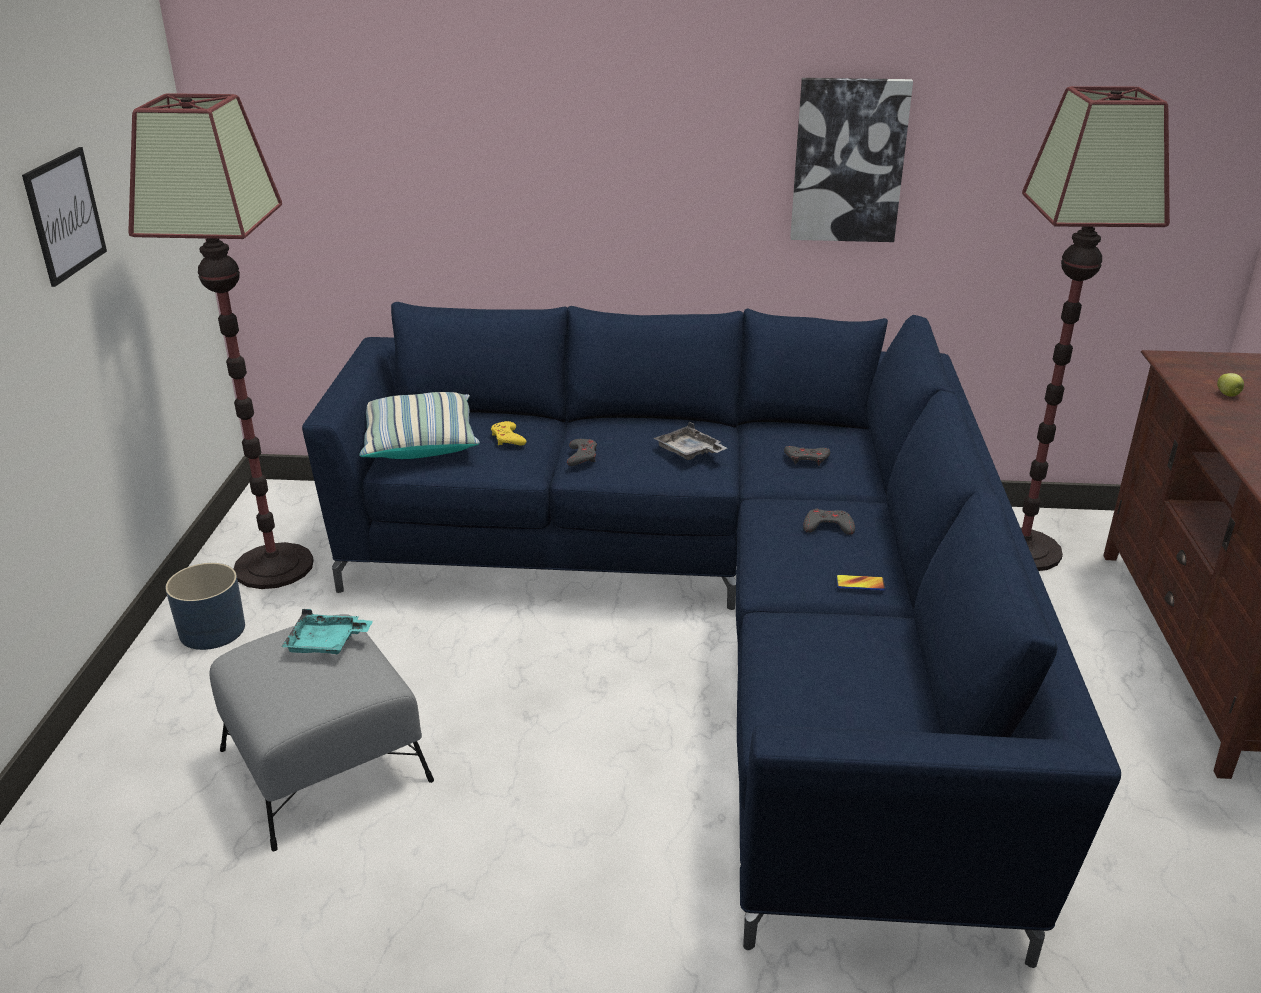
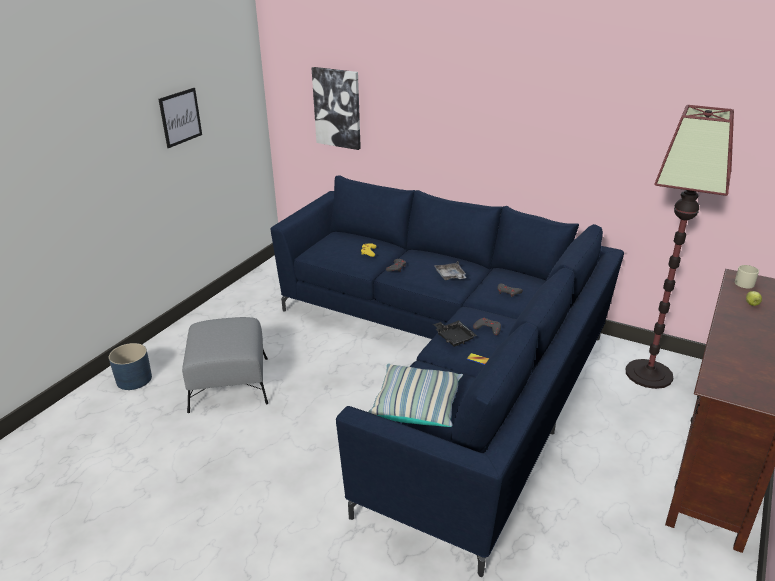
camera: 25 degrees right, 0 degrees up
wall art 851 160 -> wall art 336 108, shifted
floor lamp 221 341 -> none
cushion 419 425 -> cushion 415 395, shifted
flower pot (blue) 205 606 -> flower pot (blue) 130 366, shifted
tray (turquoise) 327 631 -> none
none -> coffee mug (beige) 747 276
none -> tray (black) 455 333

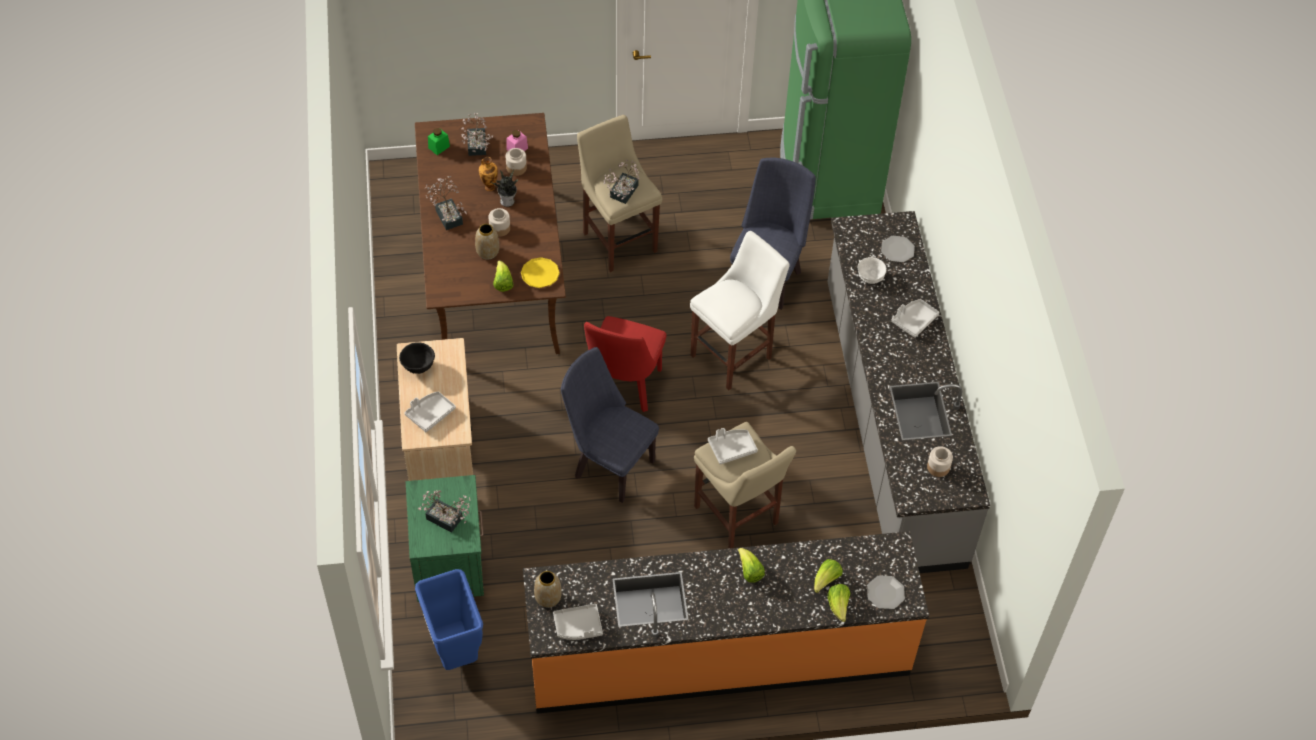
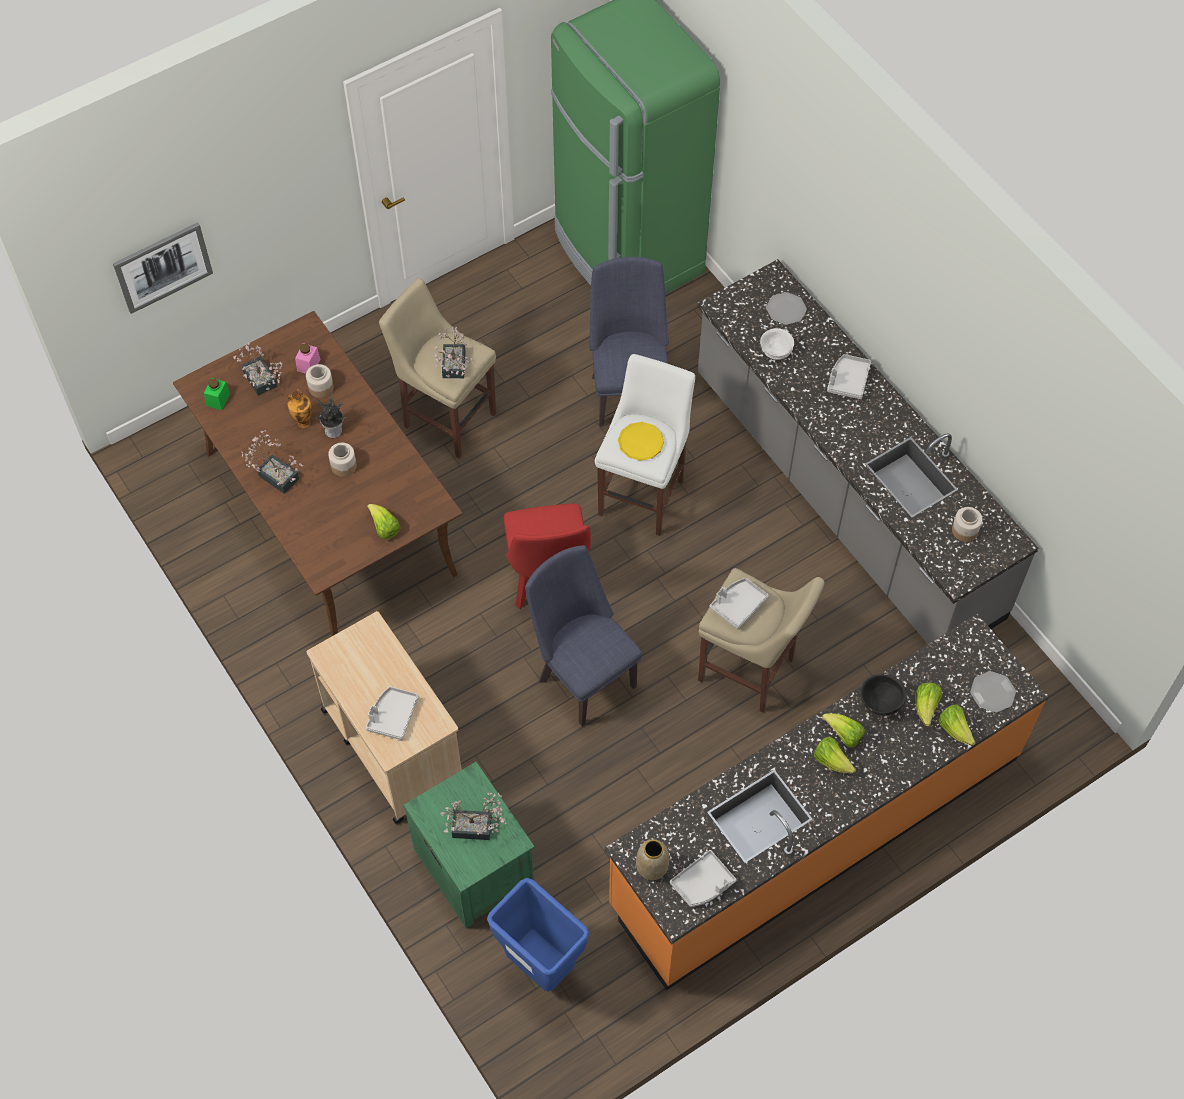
camera: 25 degrees left, 5 degrees up
decorative vase 487 242 -> none
plate (yellow-coloured) 540 272 -> plate (yellow-coloured) 641 441, shifted
serving bowl (black) 417 358 -> serving bowl (black) 883 695, shifted
plain chair (blue) 610 425 -> plain chair (blue) 583 635, 45 degrees clockwise
none -> wall art 163 268
none -> head of lettuce 835 755

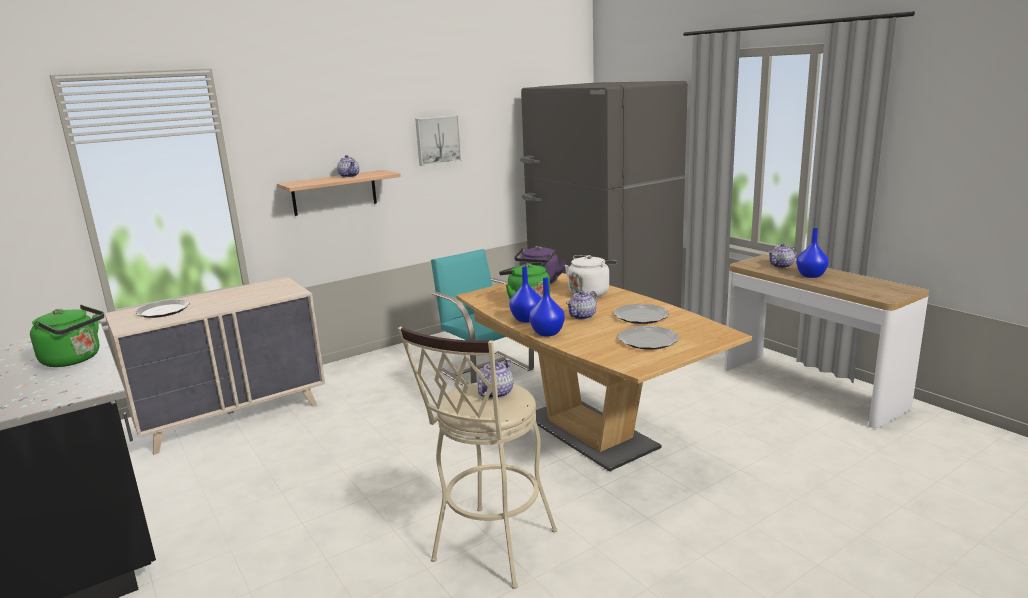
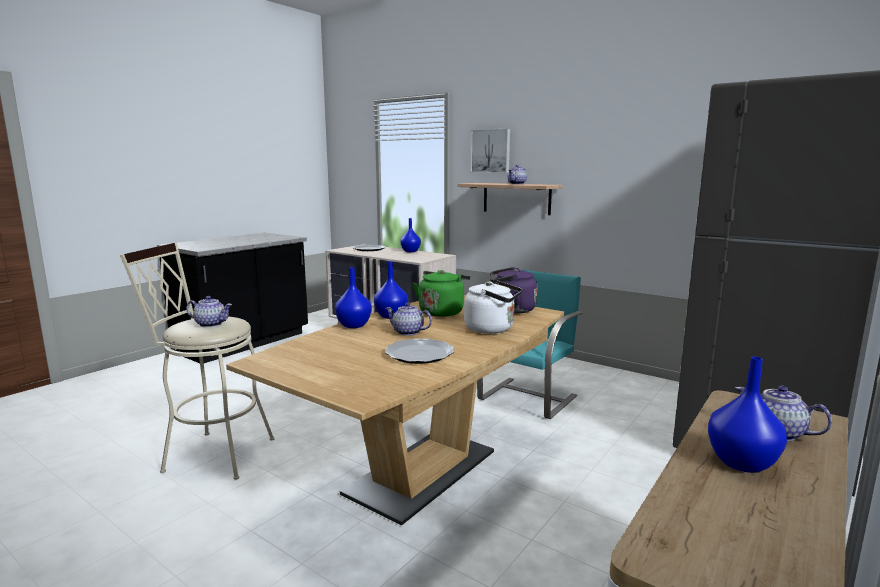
camera: 70 degrees right, 5 degrees down
wall art 438 140 -> wall art 490 150, shifted
tea kettle (green) 67 336 -> none
plate 648 338 -> none
none -> decorative vase (blue) 410 235

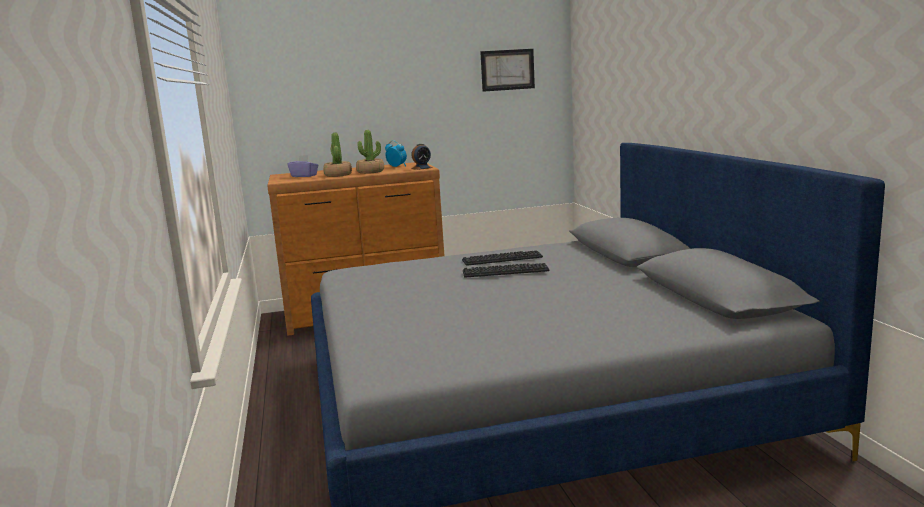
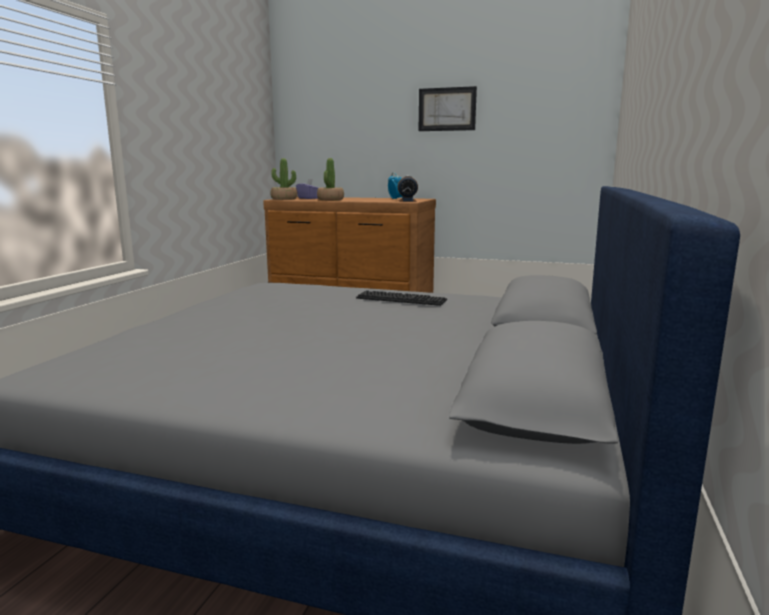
camera: 30 degrees right, 0 degrees up
wall art 507 70 -> wall art 448 108, shifted
houseplant 370 152 -> houseplant 284 179, shifted
PC keyboard 506 270 -> none

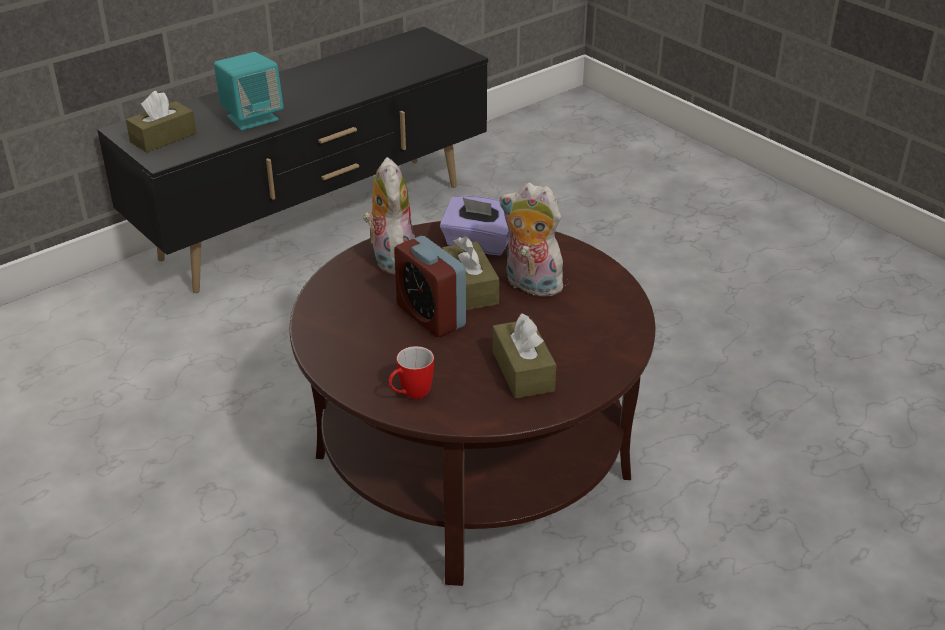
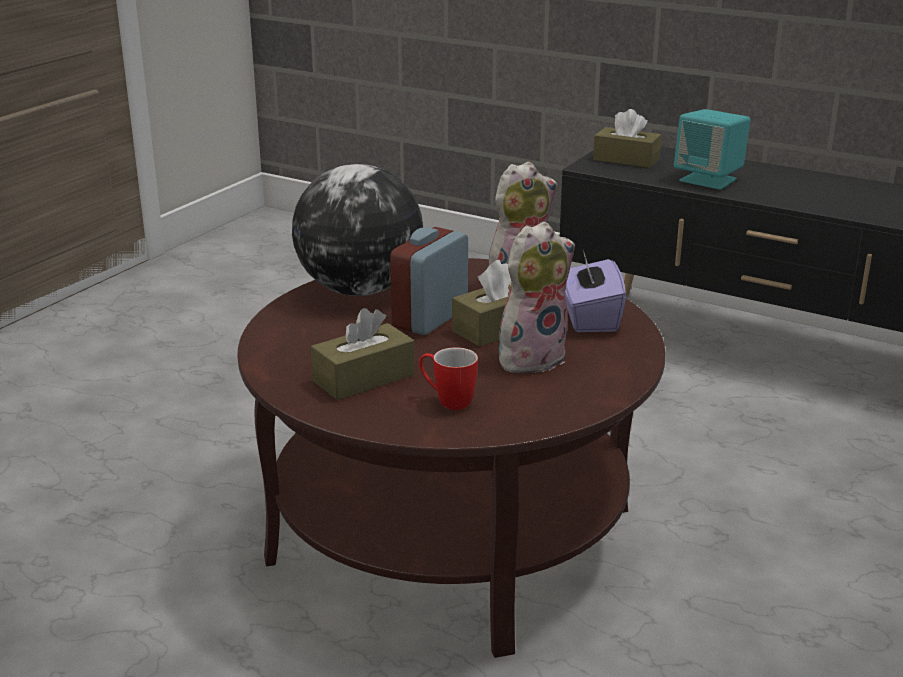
camera: 70 degrees right, 10 degrees down
cuddly toy 532 240 -> cuddly toy 537 297, 45 degrees clockwise
coffee mug 411 372 -> coffee mug 448 378, shifted
none -> world globe 357 230

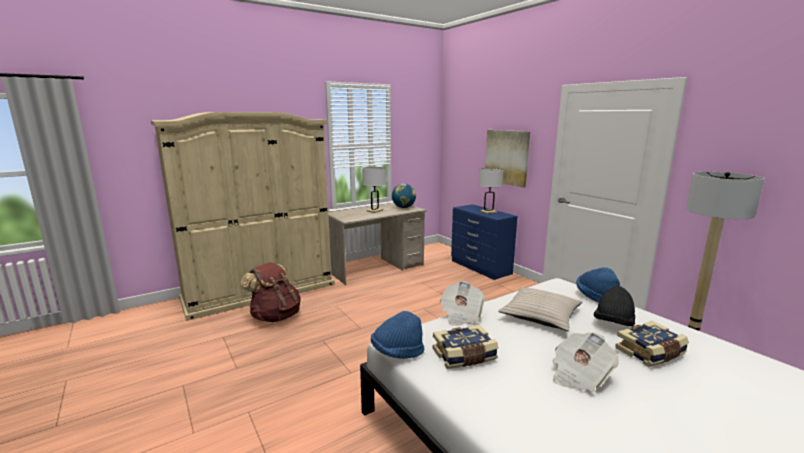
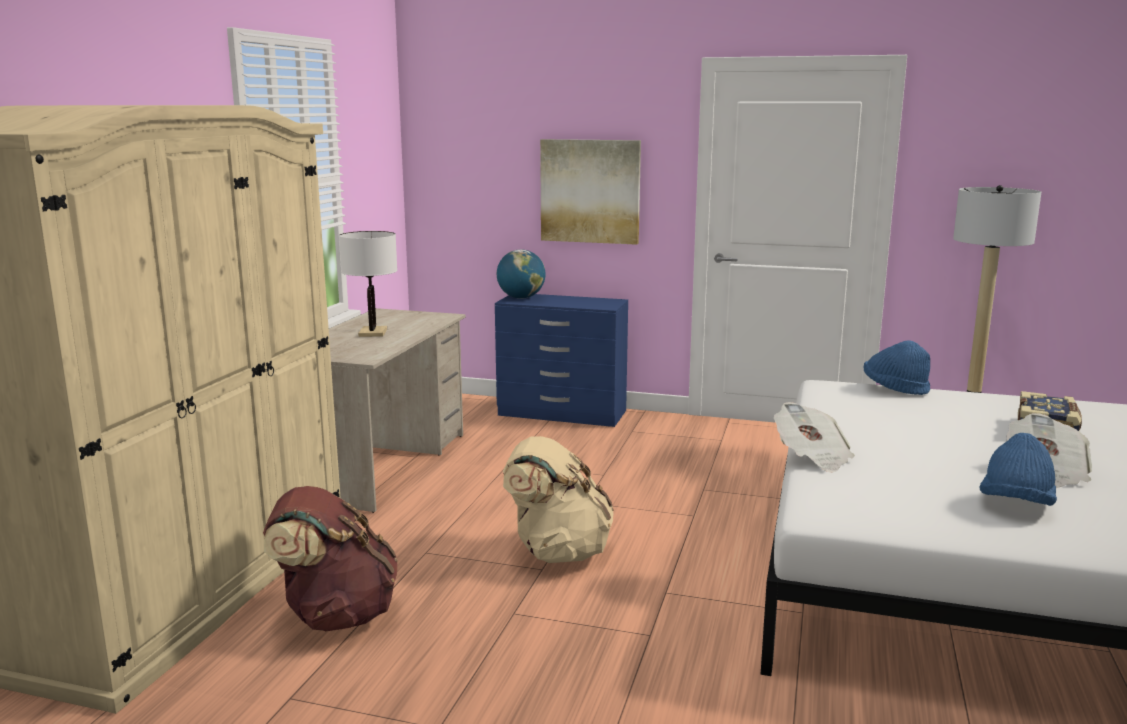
camera: 40 degrees left, 0 degrees up
table lamp (whitish) 490 191 -> none
world globe 404 196 -> world globe 521 274, shifted
clothing hat (black) 614 306 -> none
cushion (beige) 540 309 -> none
clothing hat (blue) 397 335 -> clothing hat (blue) 1018 469, shifted
bound book 465 346 -> none
none -> rucksack (beige) 558 499

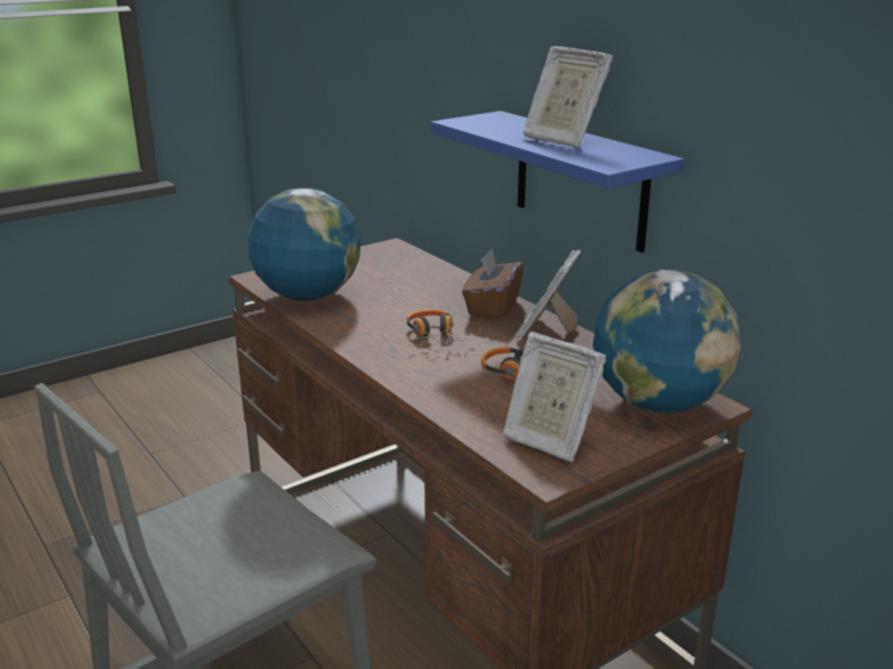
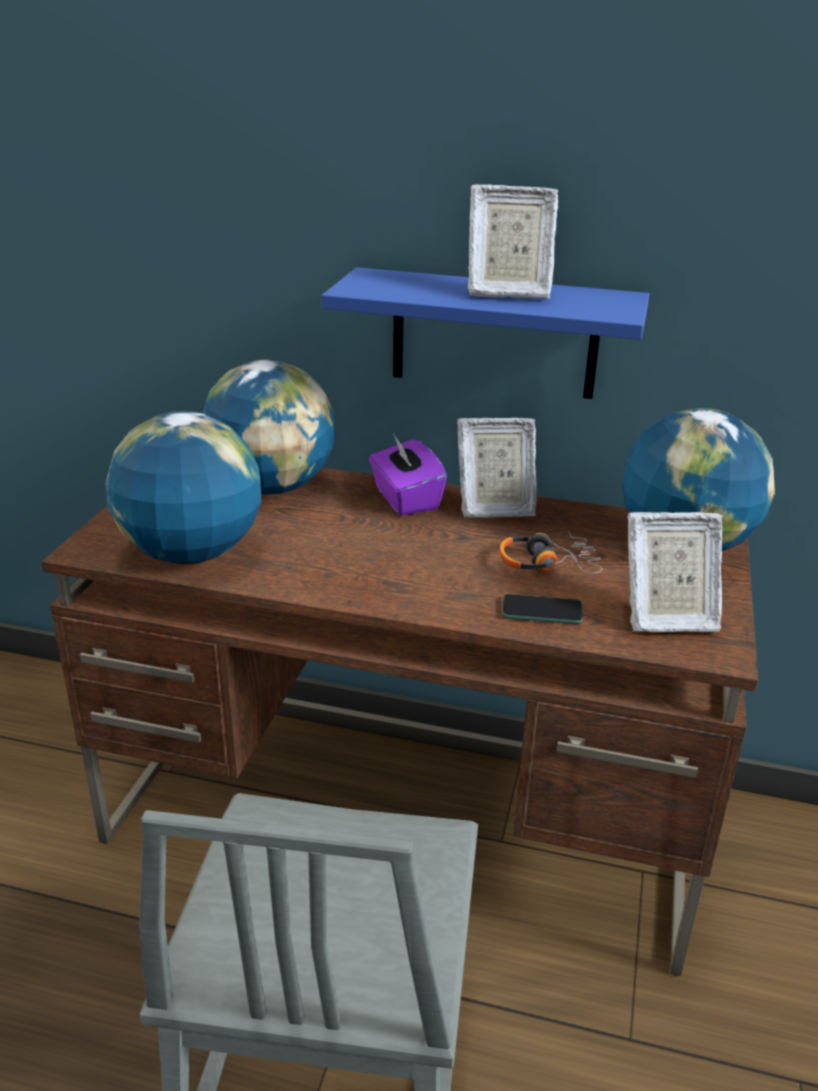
camera: 40 degrees left, 5 degrees up
tissue holder (brown) 493 284 -> tissue holder (purplish) 408 474
standing frame 548 295 -> standing frame 497 468, 75 degrees counterclockwise
headphones 440 328 -> none
none -> world globe 268 426
none -> telephone 542 609

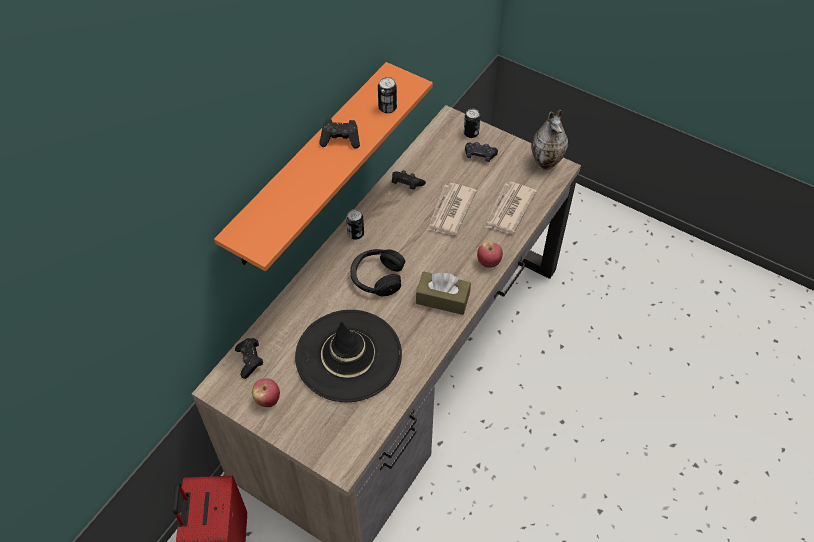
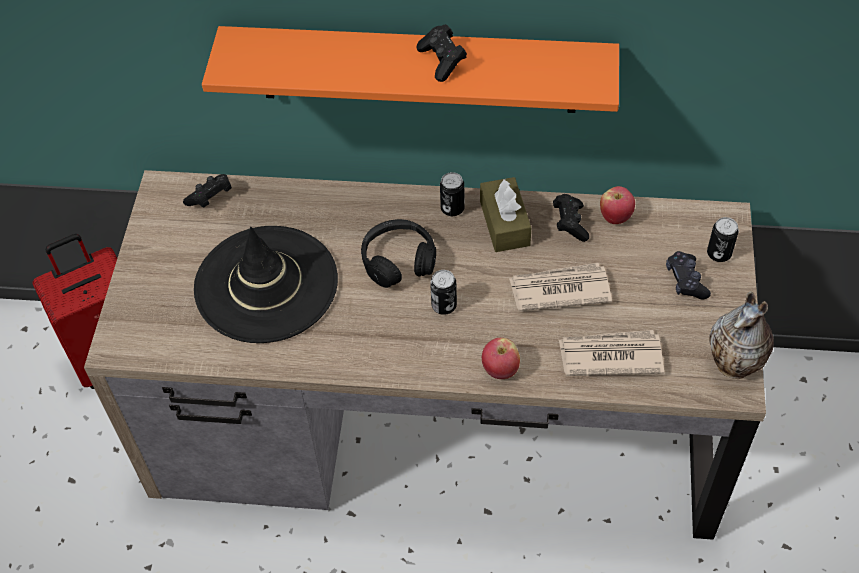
camera: 65 degrees right, 0 degrees up
metal can 387 95 -> metal can 443 292, shifted
tissue holder (brown) 443 293 -> tissue holder (brown) 505 214, shifted
apple 266 393 -> apple 617 205, shifted

